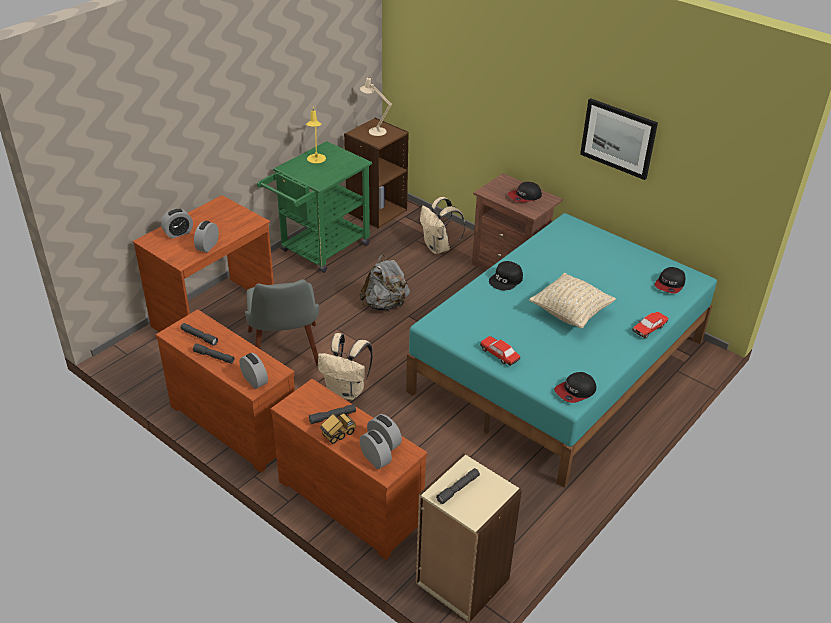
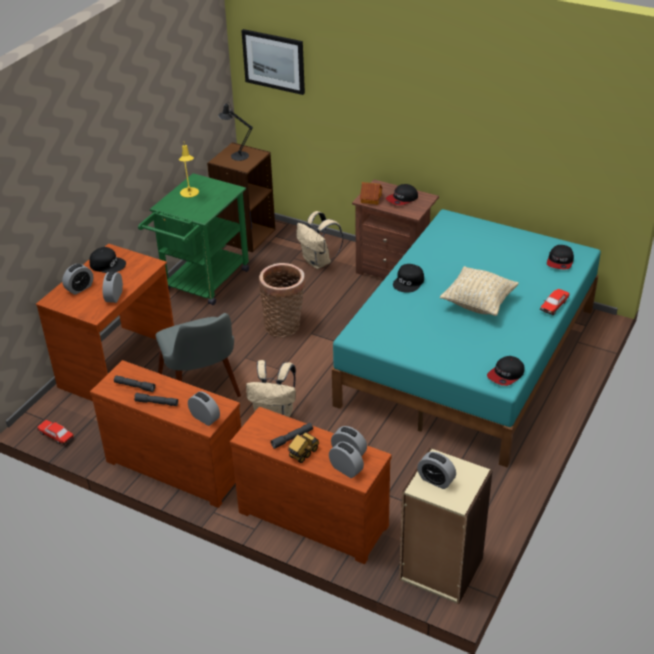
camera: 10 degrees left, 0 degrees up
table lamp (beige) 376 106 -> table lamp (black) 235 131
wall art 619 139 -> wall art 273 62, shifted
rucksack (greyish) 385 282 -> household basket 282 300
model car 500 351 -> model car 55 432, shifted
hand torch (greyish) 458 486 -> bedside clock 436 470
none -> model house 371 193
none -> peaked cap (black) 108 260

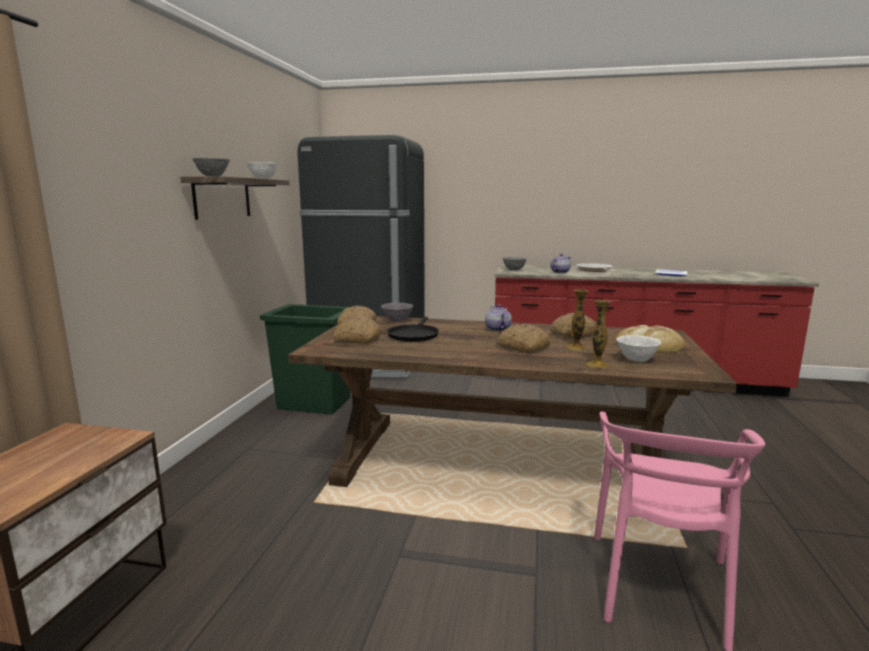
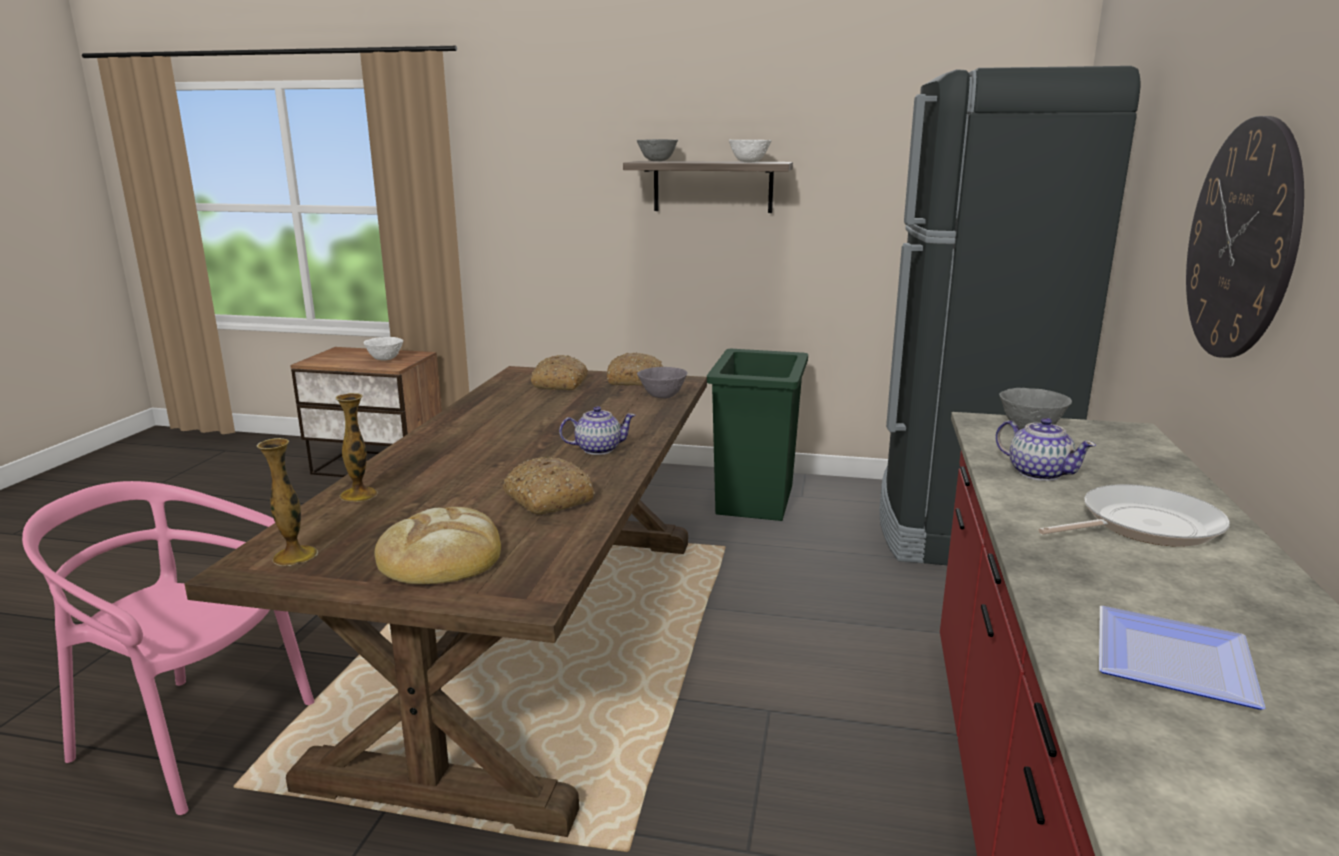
camera: 90 degrees right, 5 degrees up
decorative vase 577 320 -> decorative vase 287 502, shifted
pan (black) 413 329 -> none
bread 524 338 -> none
serving bowl (whitish) 638 348 -> serving bowl (whitish) 383 349, shifted
none -> hanging clock 1245 237

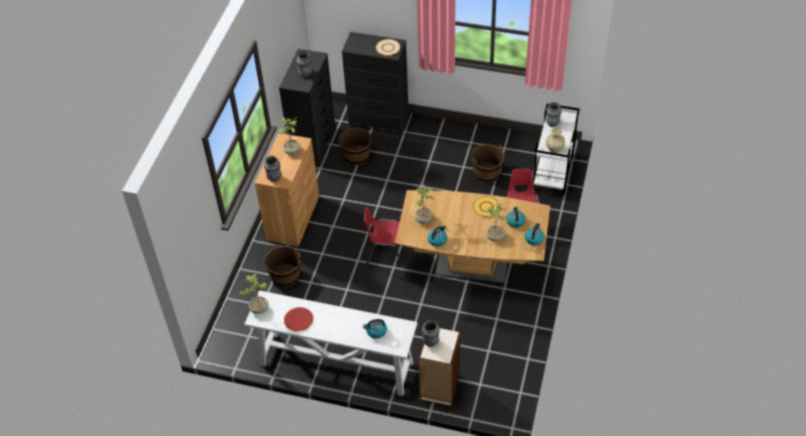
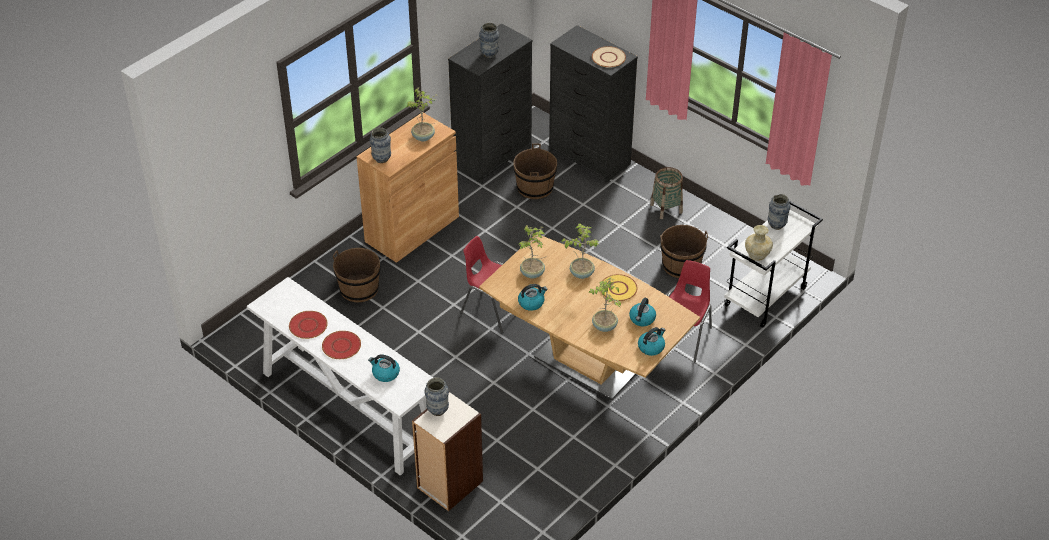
camera: 25 degrees right, 5 degrees down
houseplant 253 294 -> houseplant 580 251, shifted
none -> household basket 666 193
none -> plate (reddish) 341 345

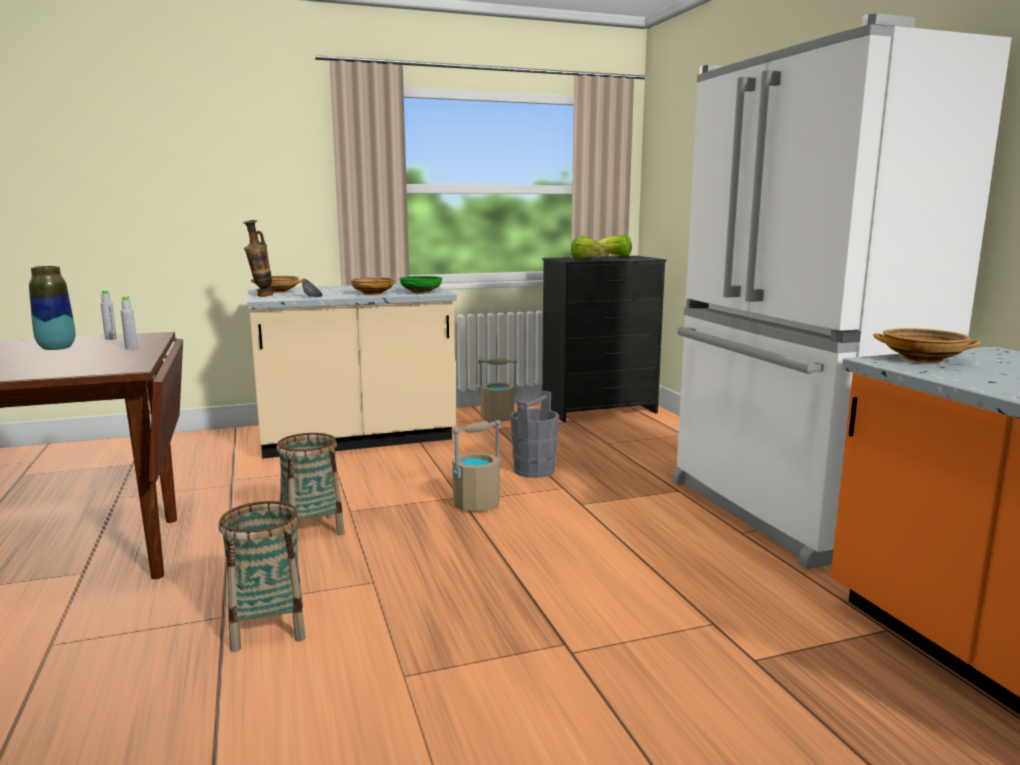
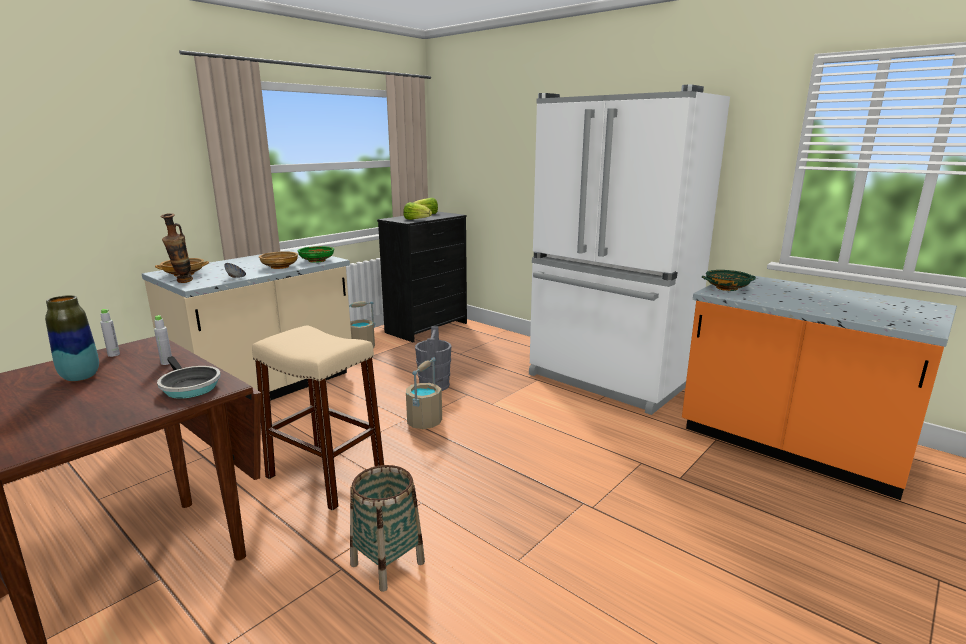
camera: 30 degrees left, 5 degrees up
serving bowl (beige) 927 345 -> serving bowl (green) 729 280
household basket 310 488 -> stool (beige) 318 418
none -> pan 189 377

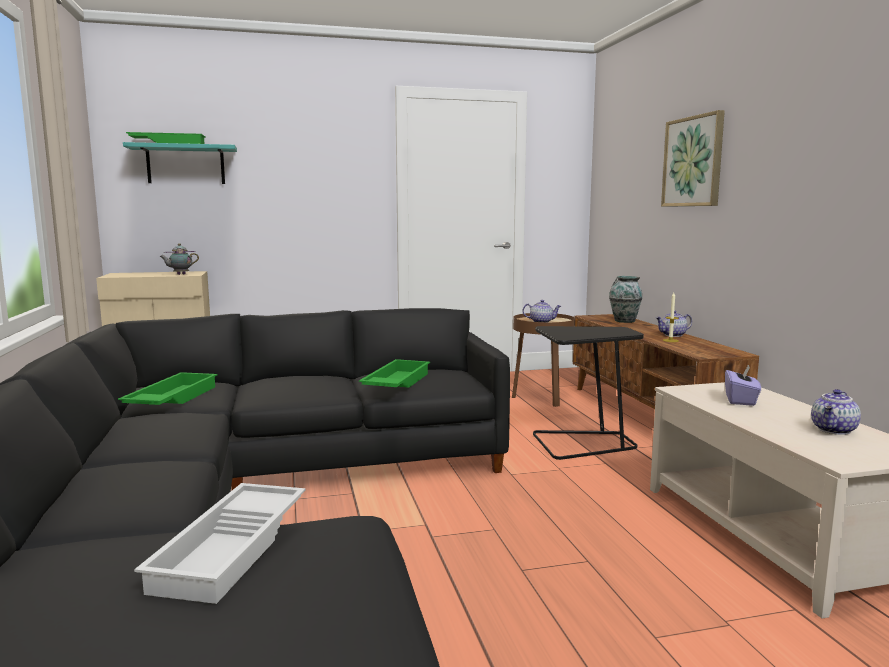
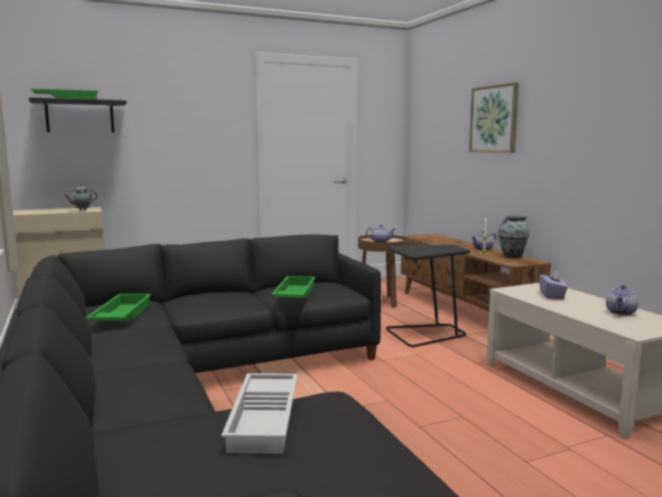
camera: 10 degrees left, 0 degrees up
wall shelf (turquoise) 180 163 -> wall shelf (black) 78 115
decorative vase 626 299 -> decorative vase 513 237, shifted

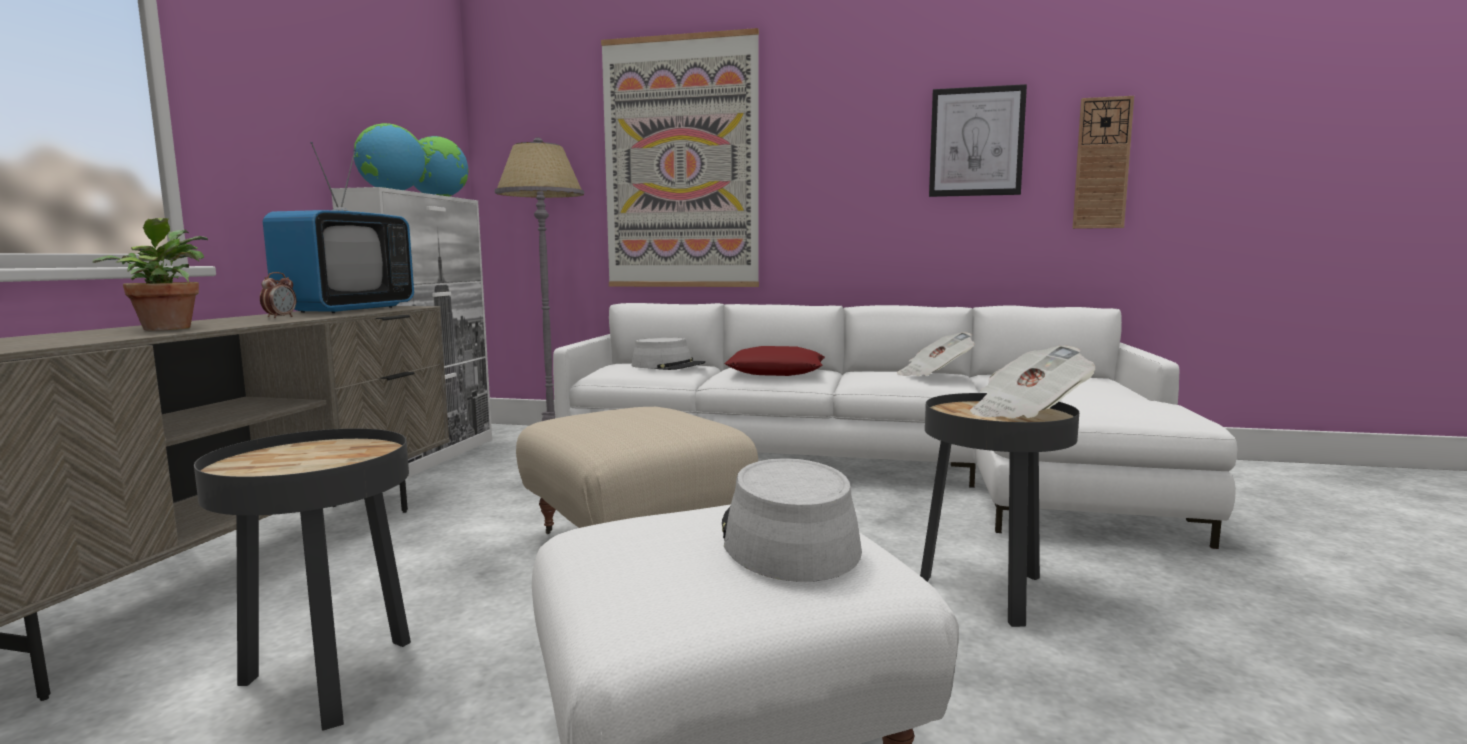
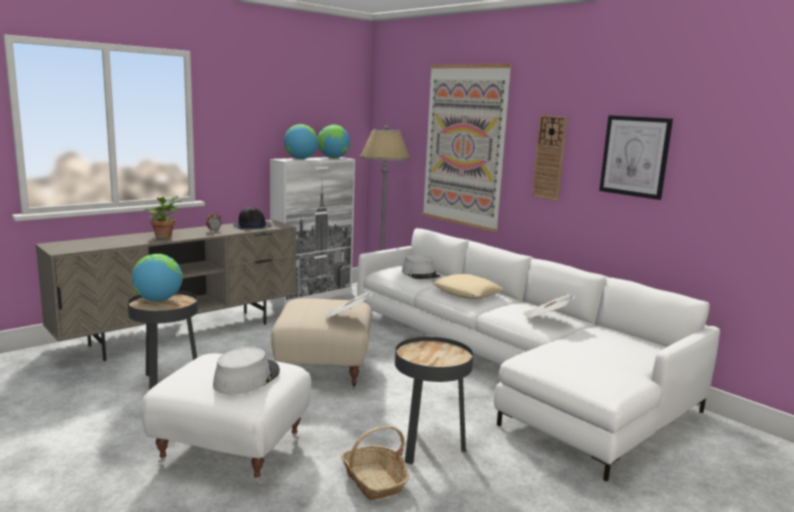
camera: 35 degrees right, 5 degrees up
hanging clock 1103 162 -> hanging clock 549 158, shifted
television 338 227 -> clothing hat (black) 252 218
cushion (reddish) 775 361 -> cushion (beige) 467 286
printed paper 1032 382 -> printed paper 349 305, shifted
none -> world globe 157 278
none -> household basket 375 463

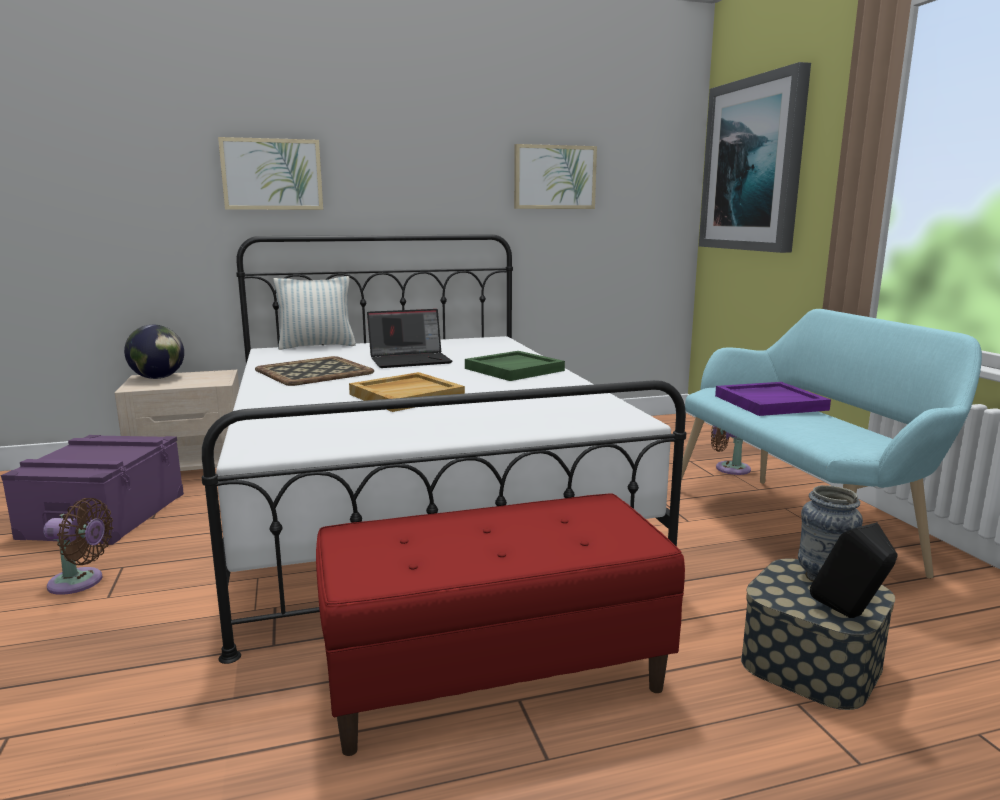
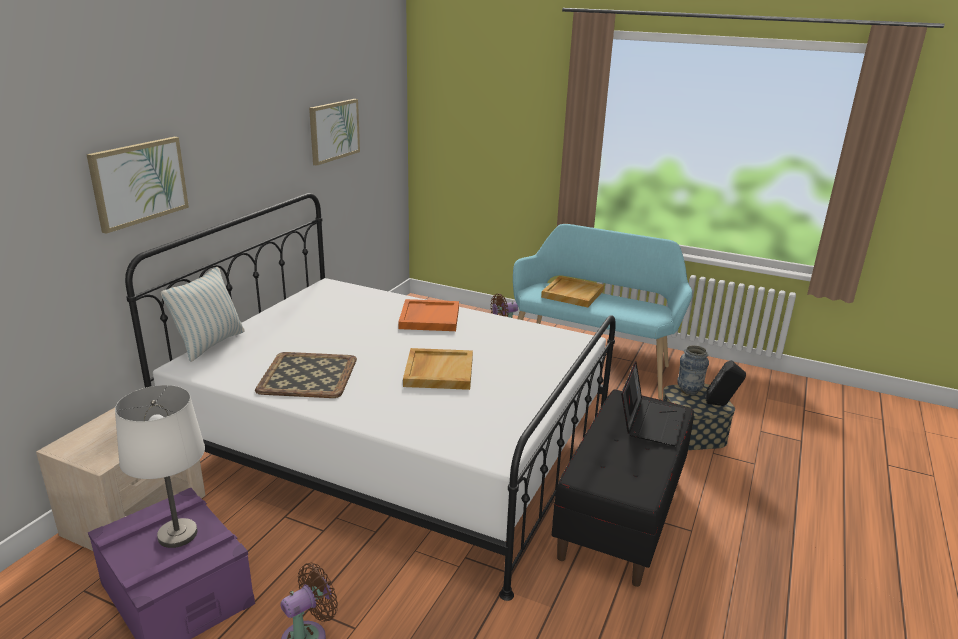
camera: 50 degrees left, 10 degrees up
wall art 755 157 -> none
laptop 409 338 -> laptop 653 403, shifted
world globe 154 352 -> none
tray (green) 515 366 -> tray (orangey) 428 315
tray (purplish) 773 399 -> tray (beige) 572 291
bench (reddish) 500 625 -> bench (black) 623 488
none -> table lamp (whitish) 160 466

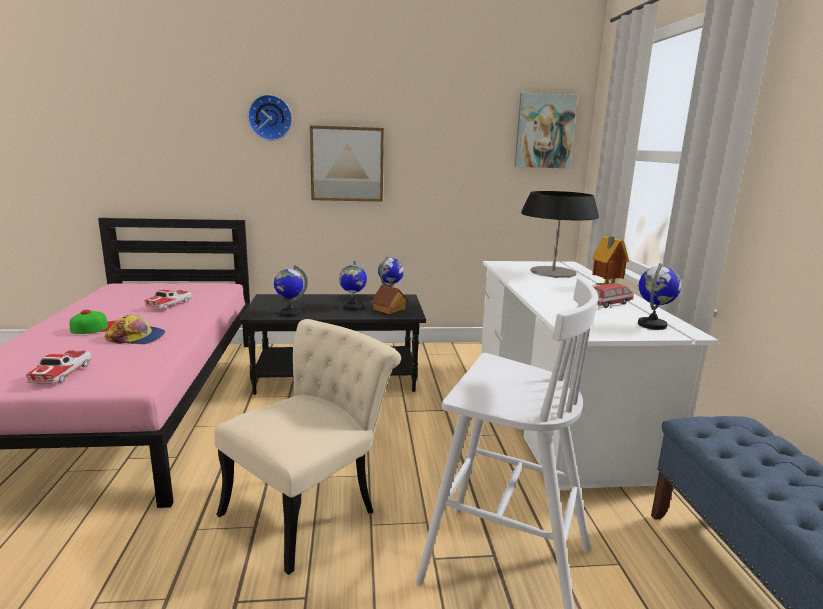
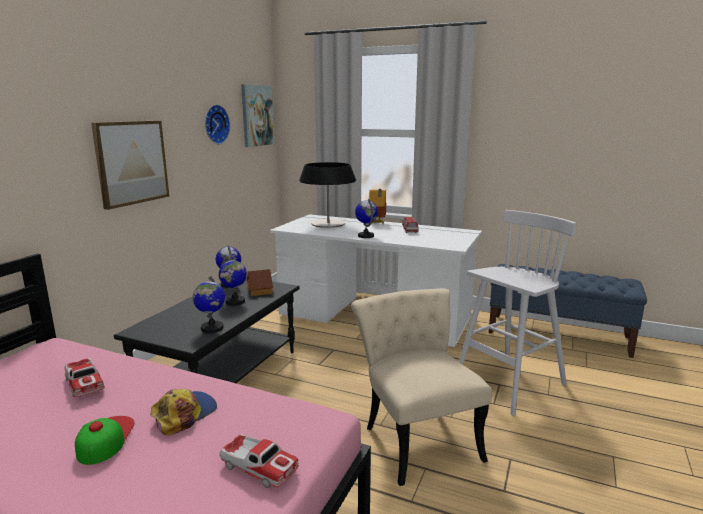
camera: 60 degrees left, 0 degrees up
hanging clock 270 118 -> hanging clock 217 124, shifted
world globe 659 296 -> world globe 366 218, shifted

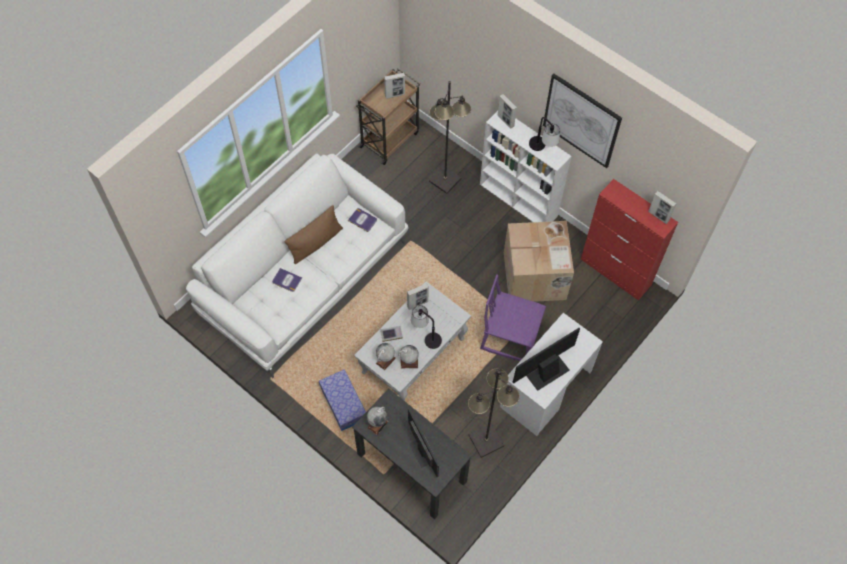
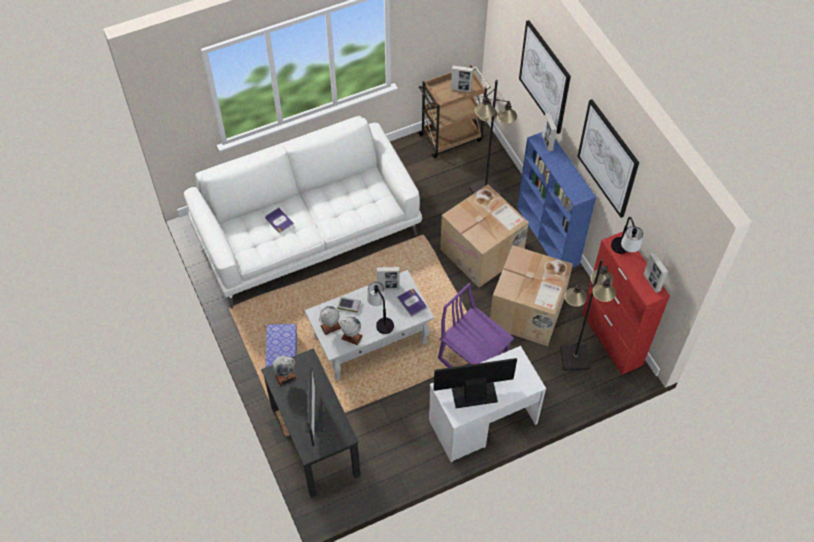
camera: 25 degrees right, 5 degrees down
bookshelf (whitish) 525 166 -> bookshelf (blue) 556 200
table lamp 544 134 -> table lamp 627 235, shifted
cushion (brown) 313 234 -> none
bound book 362 220 -> bound book 412 303, shifted
floor lamp (black) 494 413 -> floor lamp (black) 588 315, shifted
none -> wall art 545 77
none -> carton 484 236

